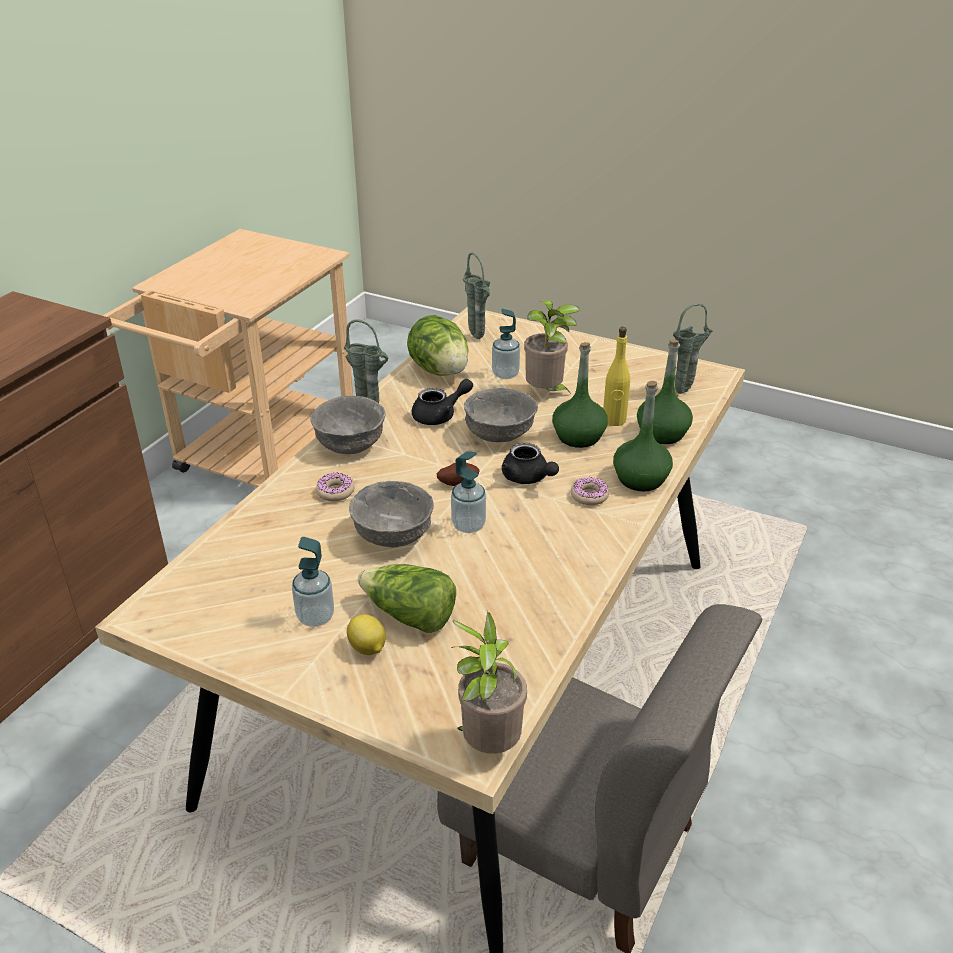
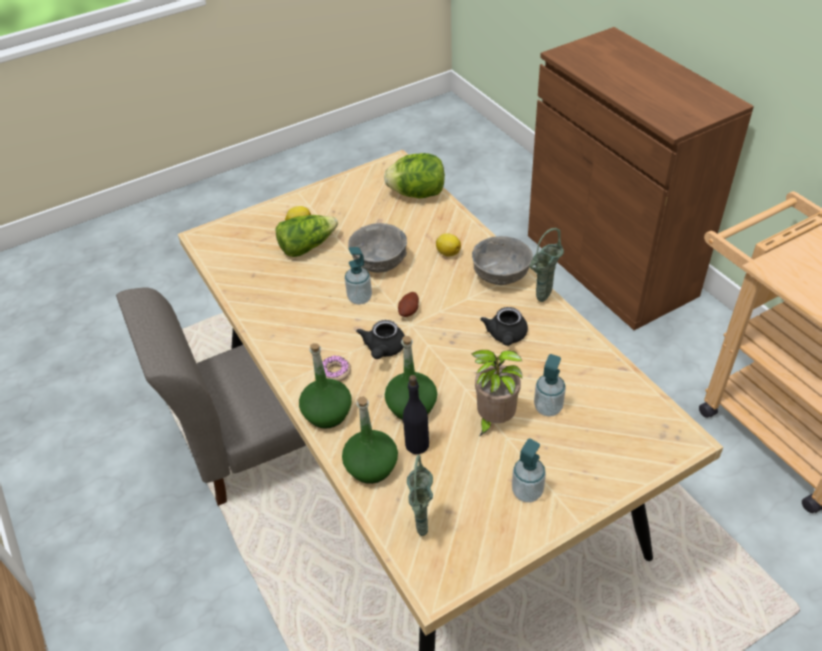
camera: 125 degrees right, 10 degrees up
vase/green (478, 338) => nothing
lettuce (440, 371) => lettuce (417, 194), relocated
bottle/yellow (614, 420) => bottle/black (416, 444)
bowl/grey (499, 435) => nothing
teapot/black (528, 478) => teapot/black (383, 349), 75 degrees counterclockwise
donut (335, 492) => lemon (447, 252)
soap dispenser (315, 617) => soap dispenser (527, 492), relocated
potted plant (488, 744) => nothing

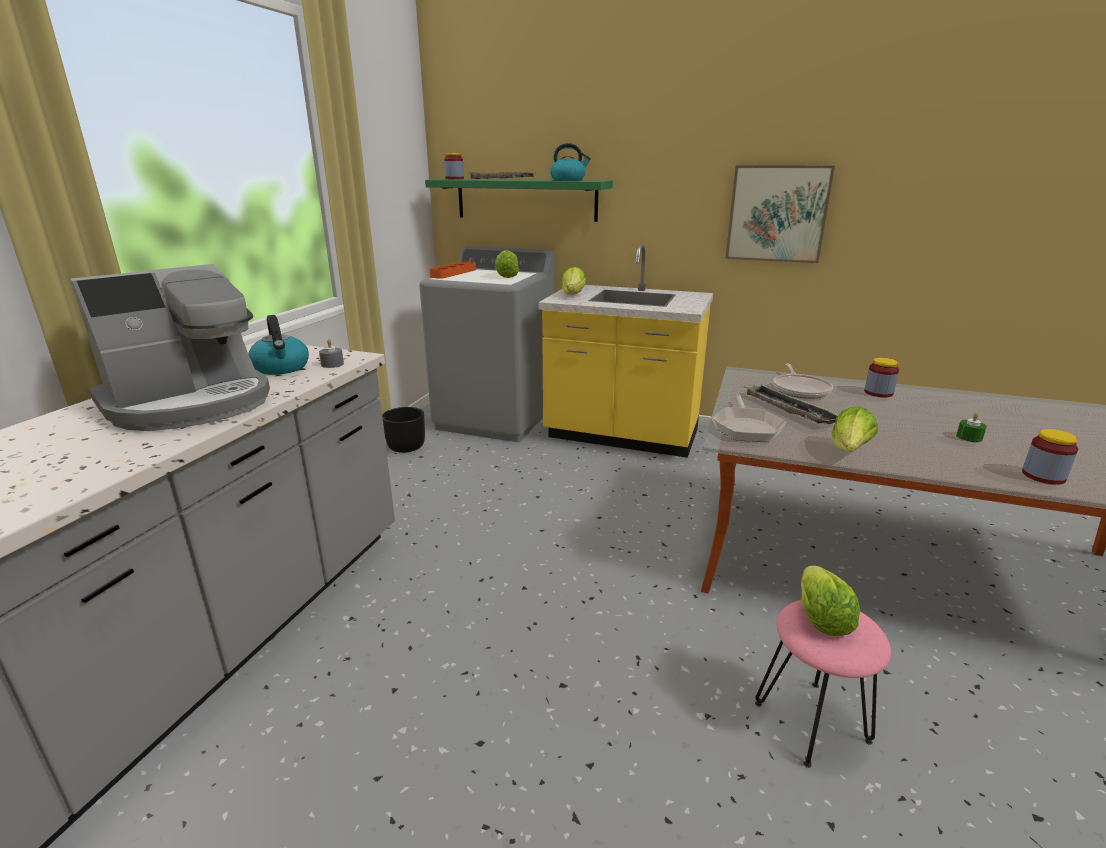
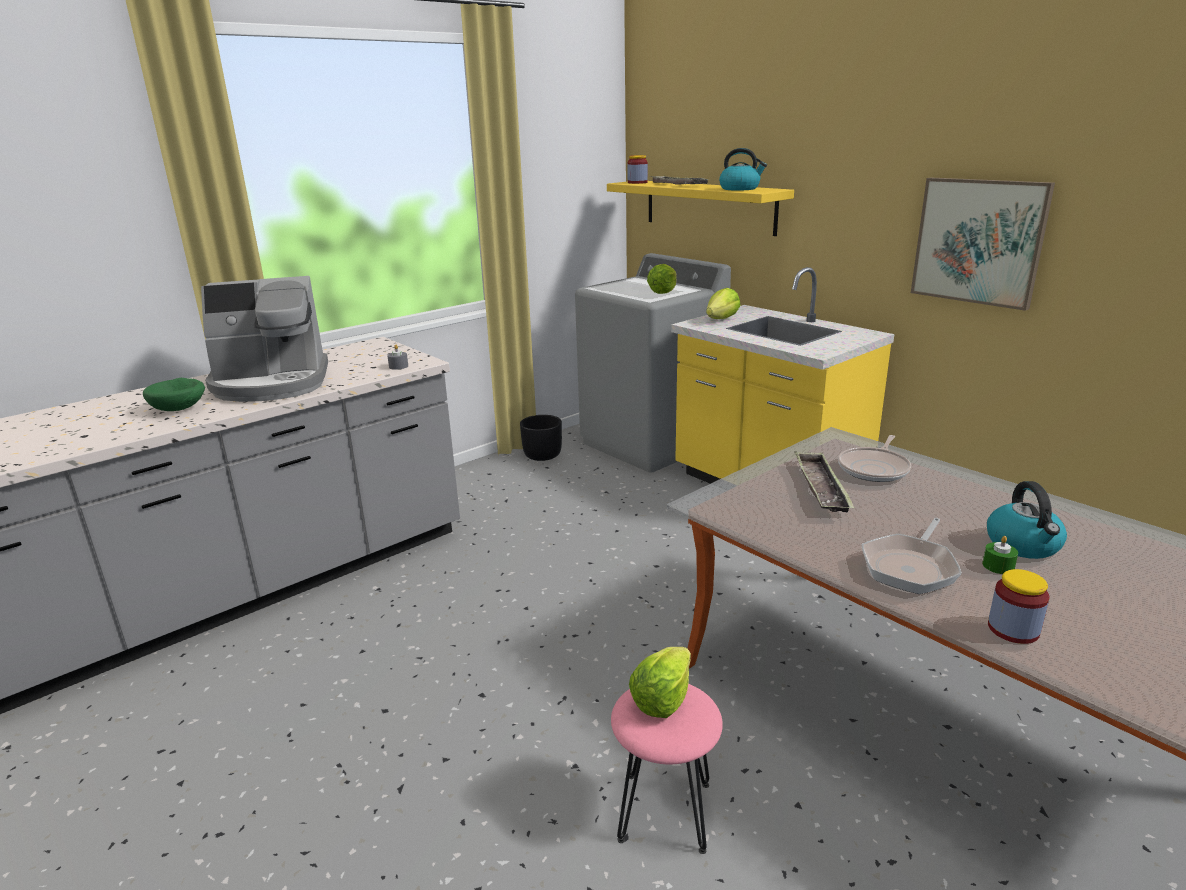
camera: 30 degrees right, 0 degrees up
shelf/green (526, 199) => shelf/yellow (709, 206)
tray/orange (453, 273) => nothing
kettle (281, 368) => kettle (1023, 545), relocated
jar (878, 393) => nothing
frying pan (746, 427) => frying pan (910, 567), relocated
lettuce (849, 450) => nothing
nothing => bowl/green (180, 409)

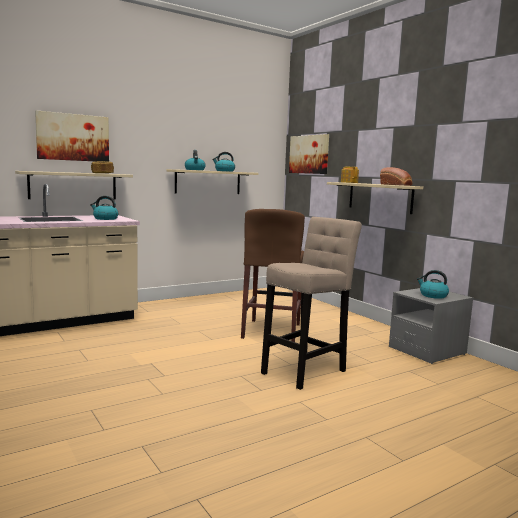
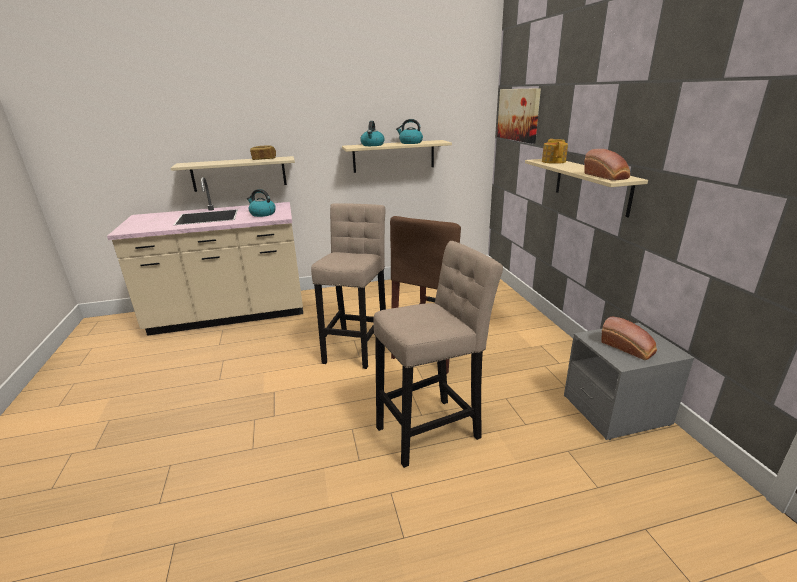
camera: 20 degrees right, 15 degrees up
picture (73, 137) => nothing
kettle (432, 295) => bread (628, 348)
nothing => stool/beige (357, 346)

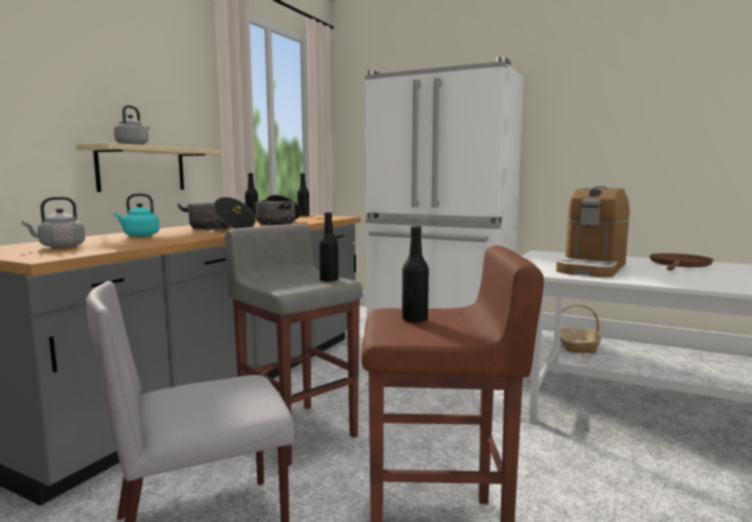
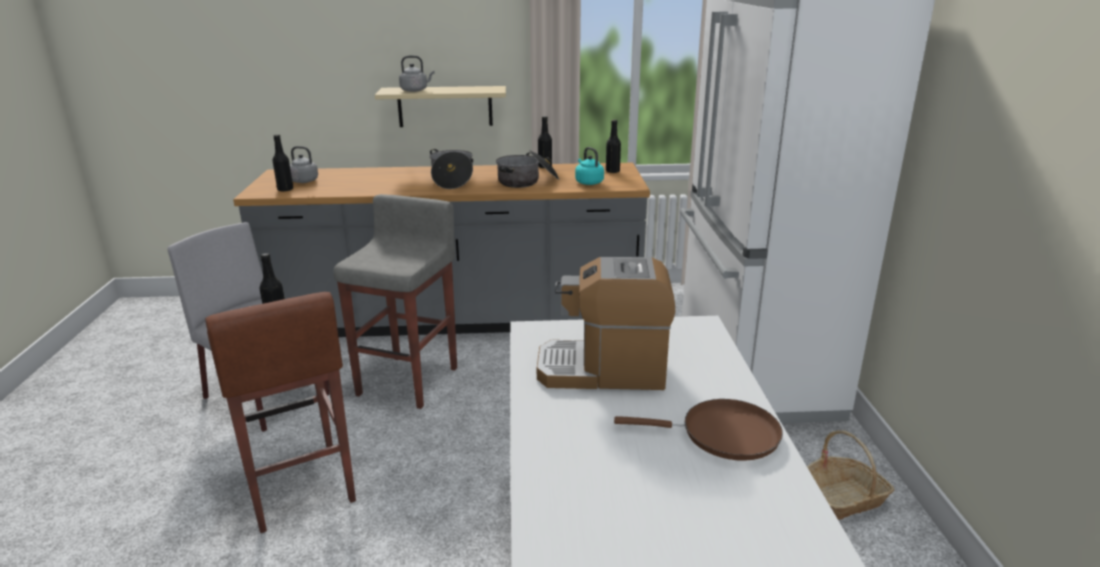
camera: 60 degrees right, 15 degrees up
kettle/turquoise (139, 235) => kettle/turquoise (588, 182), relocated
bottle/black (329, 280) => bottle/black (285, 190), relocated

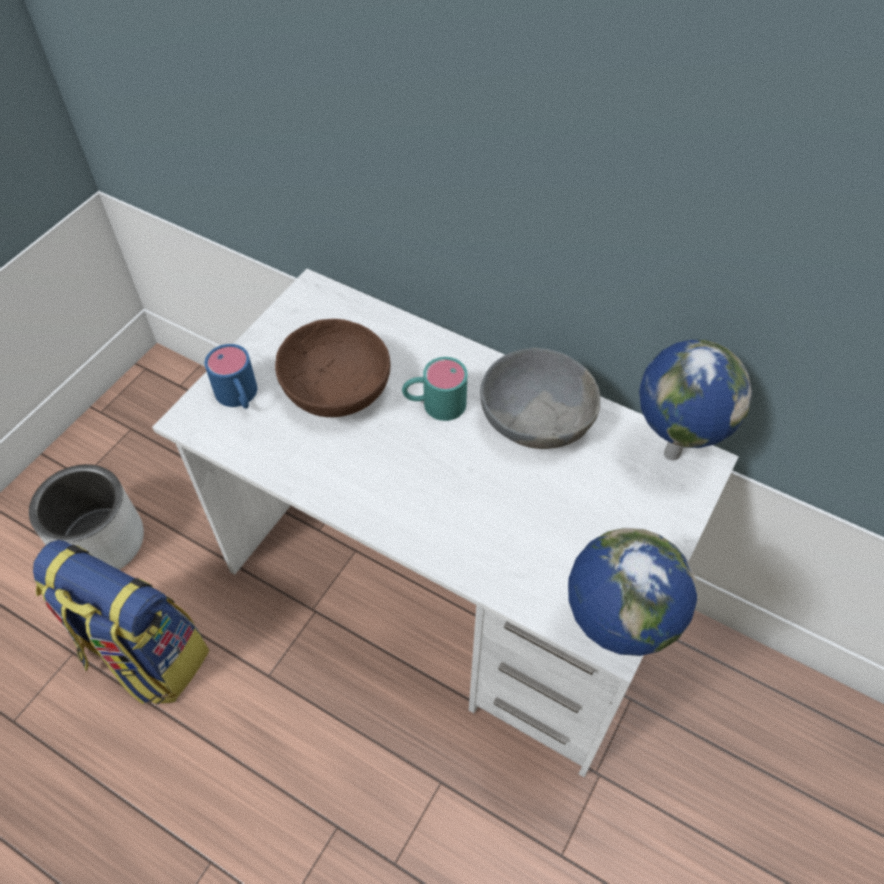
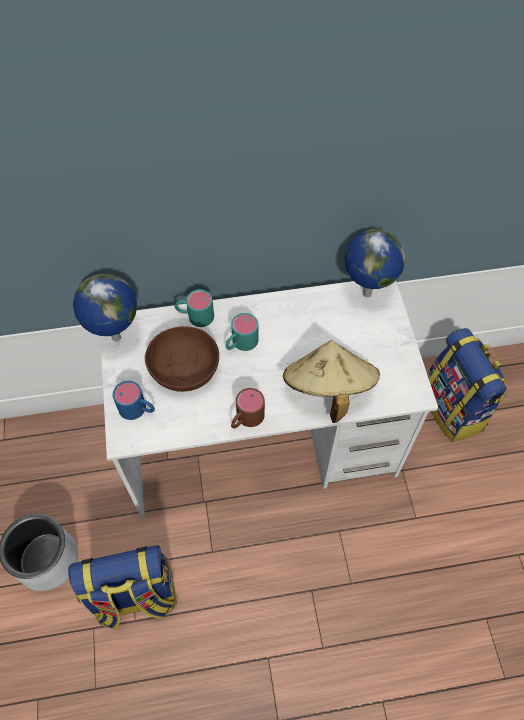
camera: 40 degrees left, 5 degrees up
bowl/grey (536, 419) => nothing
globe (609, 640) => globe (115, 338), relocated
nothing => mug/turquoise (195, 316)
nothing => backpack (453, 409)
nothing => hat/beige (328, 390)
nothing => mug/brown (246, 419)

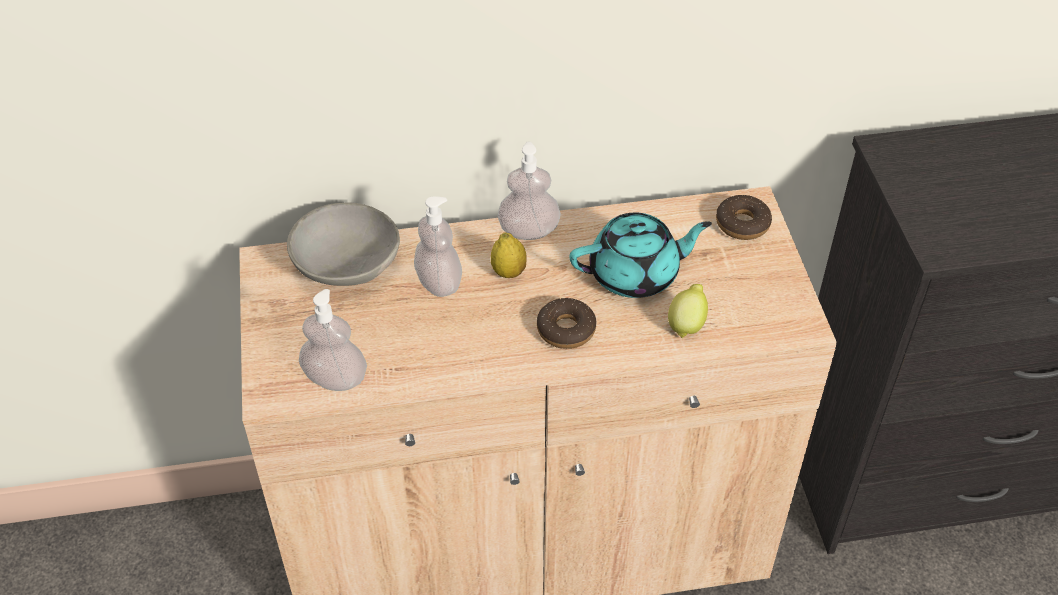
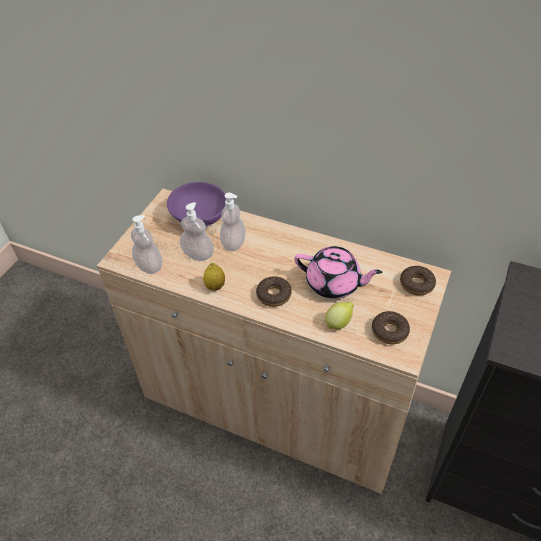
camera: 35 degrees right, 0 degrees up
soap dispenser (529, 231) => soap dispenser (198, 254), relocated
bowl/grey (347, 265) => bowl/purple (200, 216)
teapot/turquoise (636, 274) => teapot/pink (334, 284)
lemon (508, 272) => lemon (215, 286), relocated
nothing => donut (389, 331)

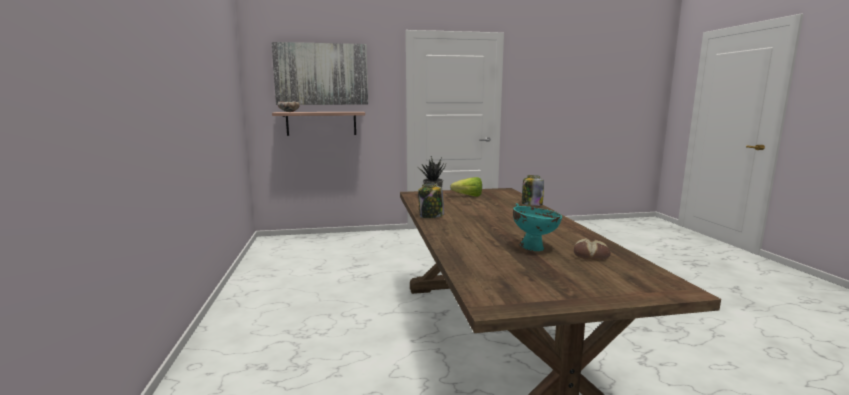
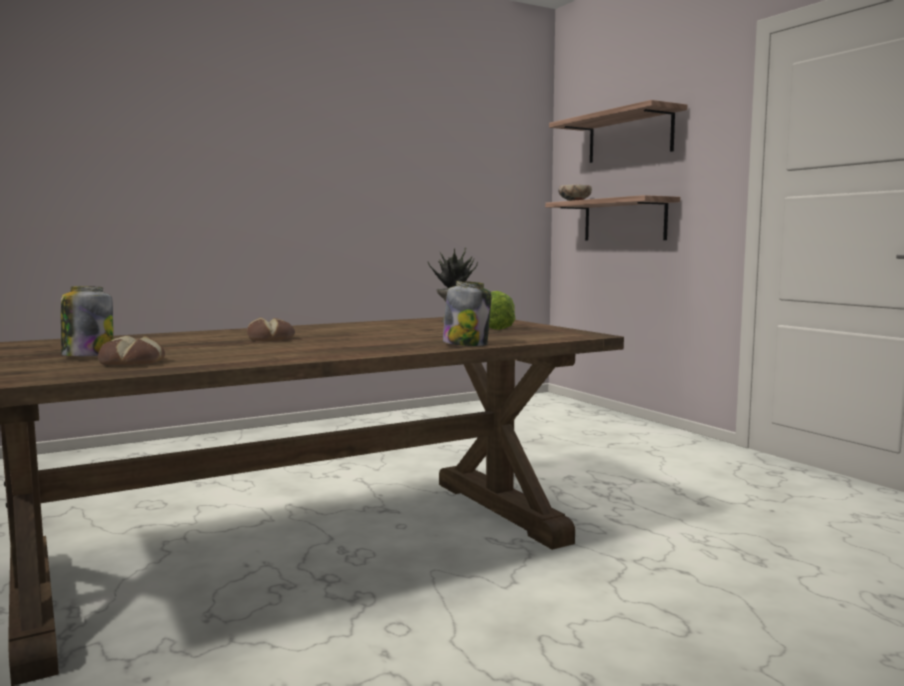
camera: 70 degrees right, 5 degrees down
picture (321, 74) => shelf (629, 136)
jar (431, 216) => jar (88, 356), relocated
bowl/turquoise (534, 248) => nothing
nothing => bread (271, 338)

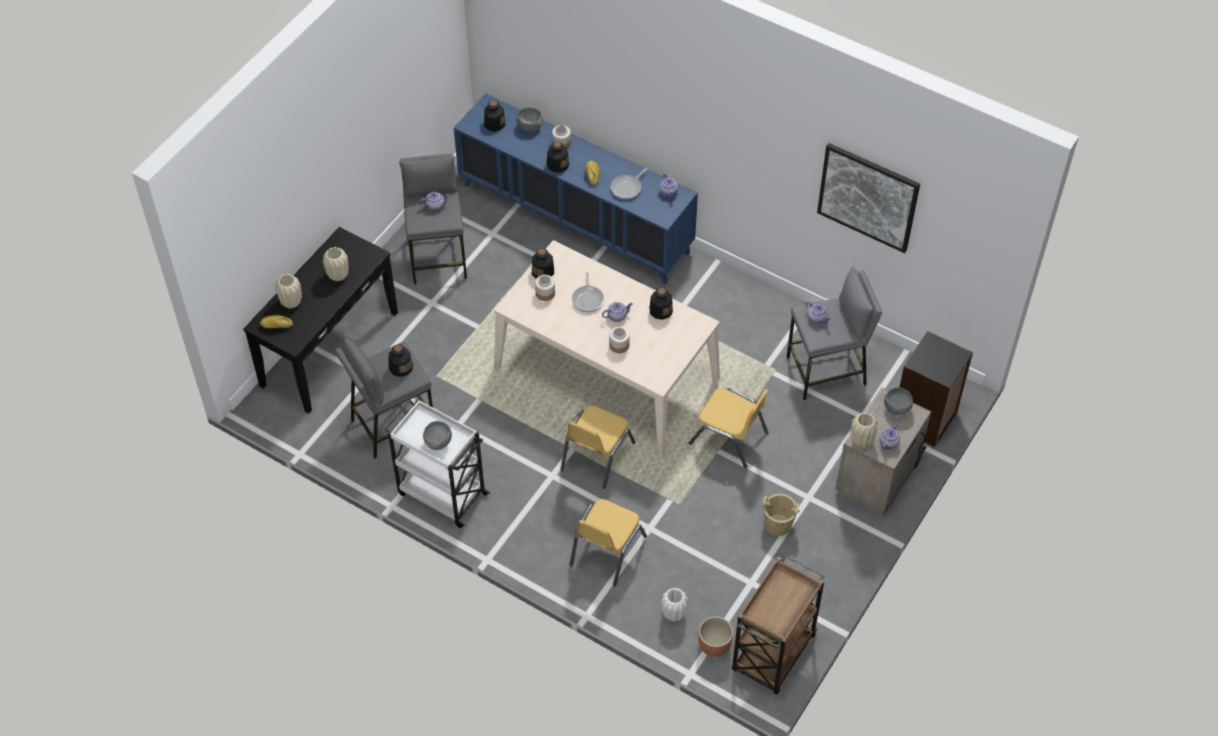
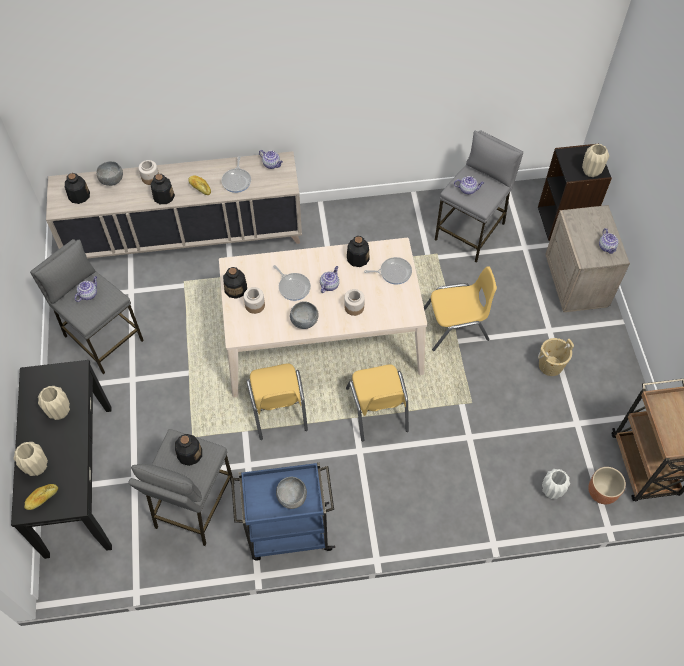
camera: 40 degrees left, 5 degrees up
cabinet/blue (575, 218) => cabinet/beige (185, 237)
picture (868, 197) => nothing
bowl/grey (896, 408) => bowl/grey (304, 322), relocated
cart/white (441, 493) => cart/blue (288, 532)
vase/beige (861, 441) => vase/beige (591, 172), relocated
chair/yellow (607, 551) => chair/yellow (278, 408), relocated
nothing => frying pan (393, 272)

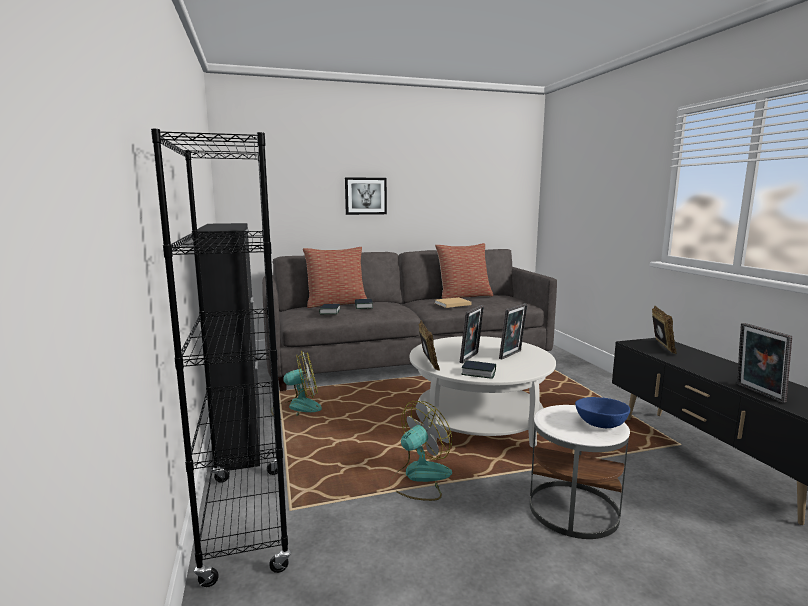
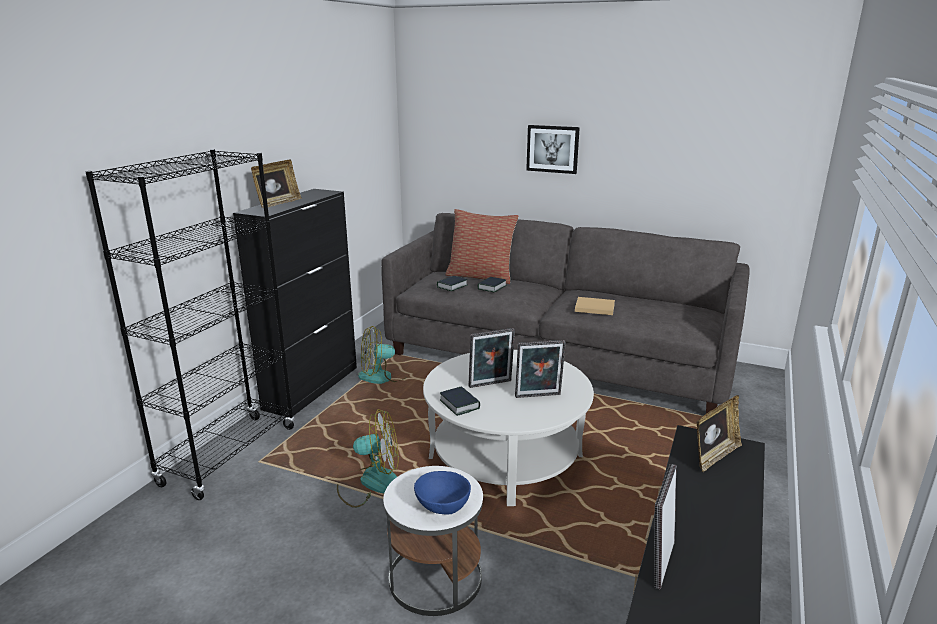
camera: 40 degrees right, 10 degrees up
pillow (463, 296) => nothing
picture frame (428, 363) => picture frame (278, 203), relocated
fan (297, 408) => fan (383, 377), 135 degrees clockwise

